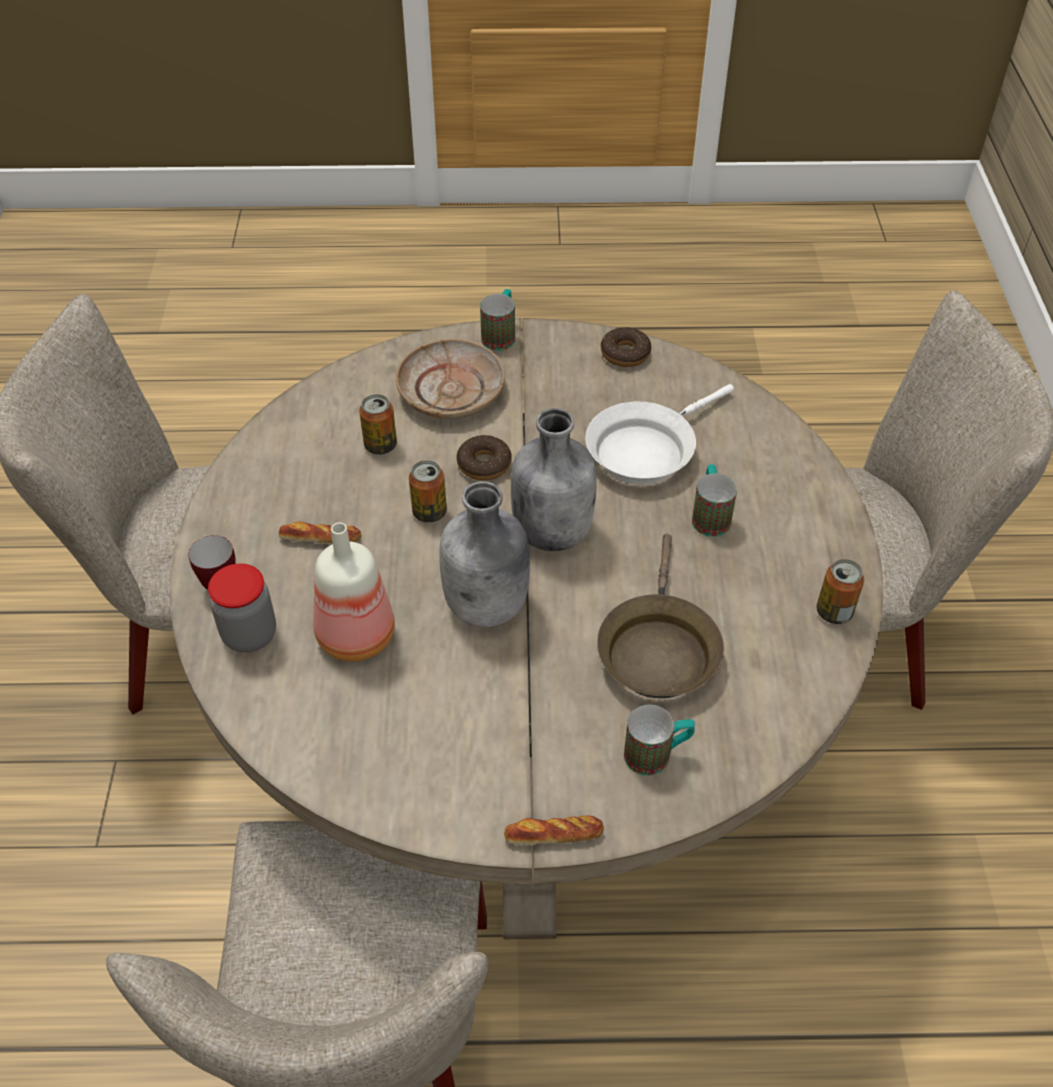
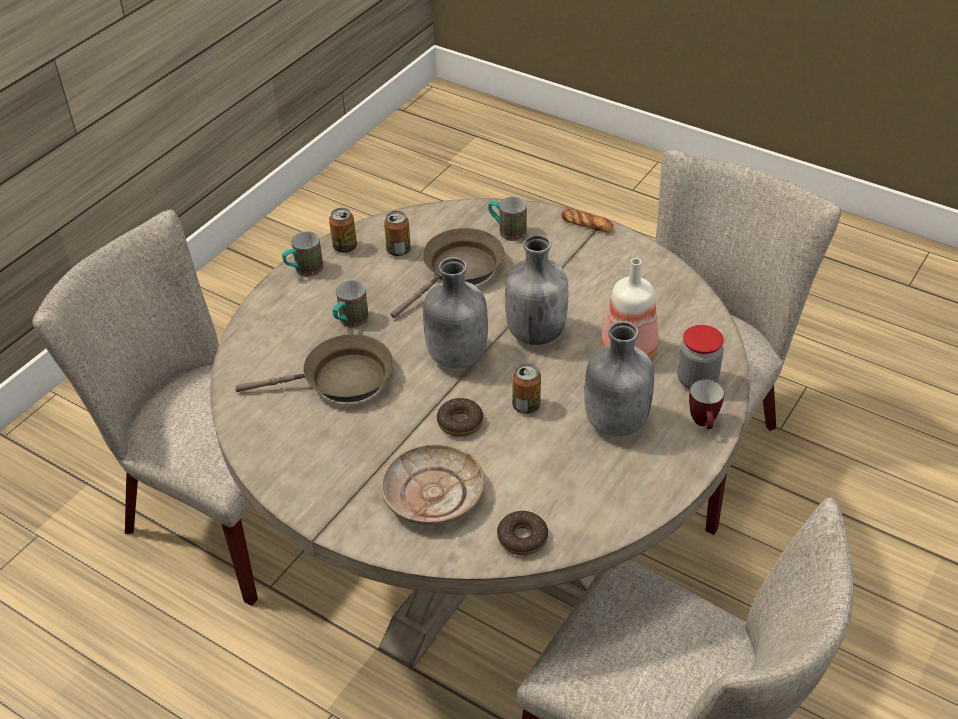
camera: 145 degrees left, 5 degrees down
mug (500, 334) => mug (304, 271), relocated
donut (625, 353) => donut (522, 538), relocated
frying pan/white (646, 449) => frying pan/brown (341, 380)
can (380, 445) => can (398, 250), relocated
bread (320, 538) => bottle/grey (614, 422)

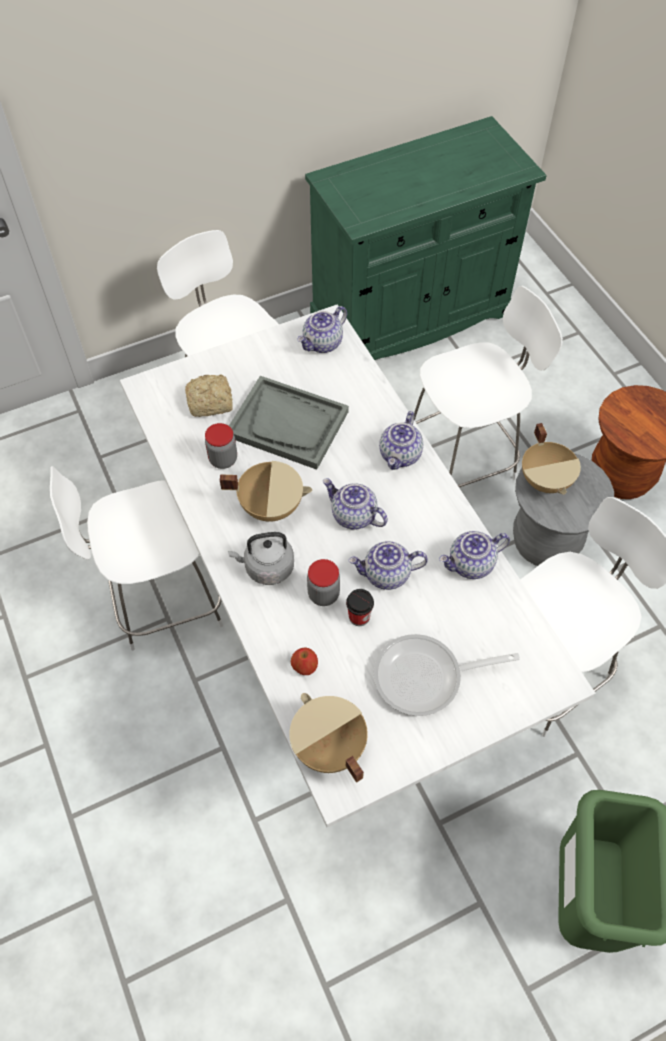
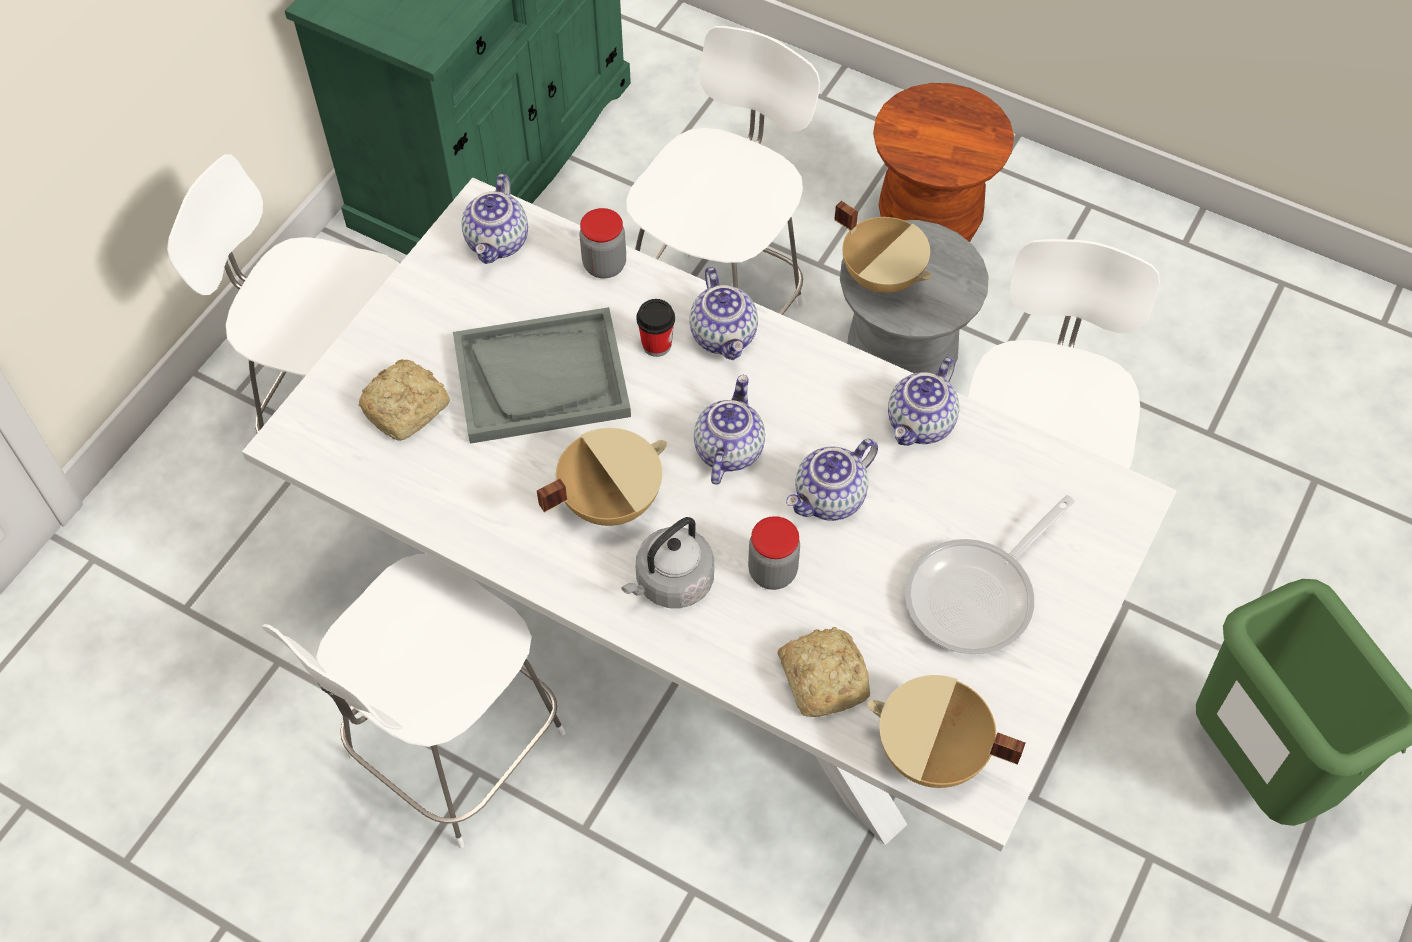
camera: 35 degrees left, 0 degrees up
jar (223, 459) => jar (604, 265), relocated
teapot (353, 516) => teapot (728, 449), 105 degrees clockwise
cup (359, 616) => cup (656, 344), relocated
apple (305, 667) => bread (824, 676)

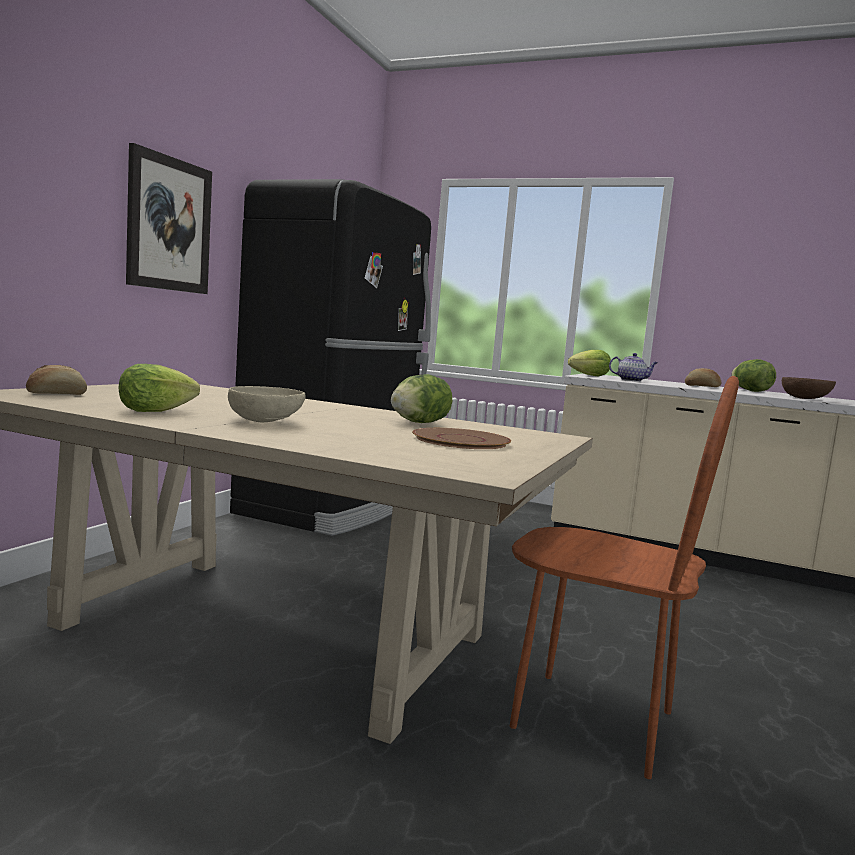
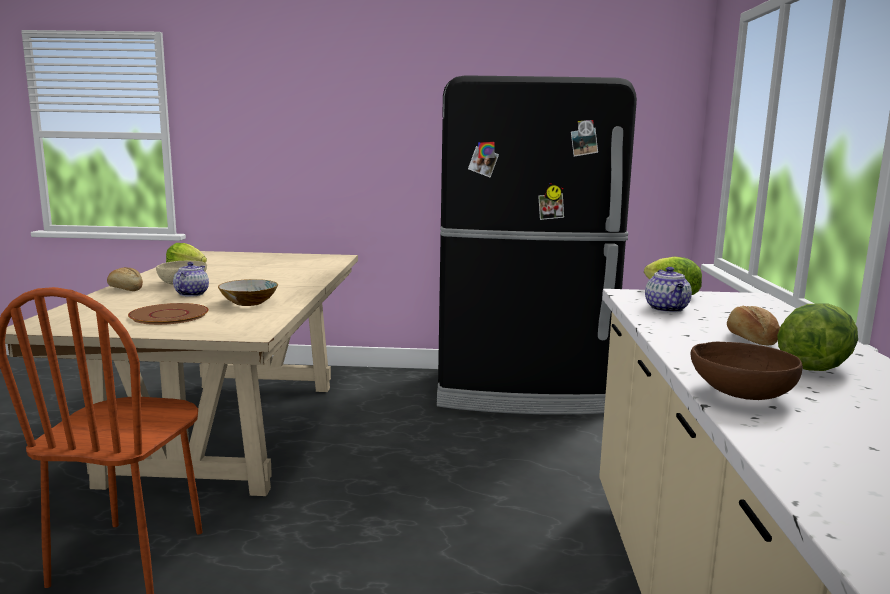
camera: 70 degrees right, 5 degrees up
picture (169, 224) => nothing
bread (56, 394) => bread (125, 289), relocated
lettuce (419, 423) => bowl (249, 303)
nothing => teapot (192, 294)

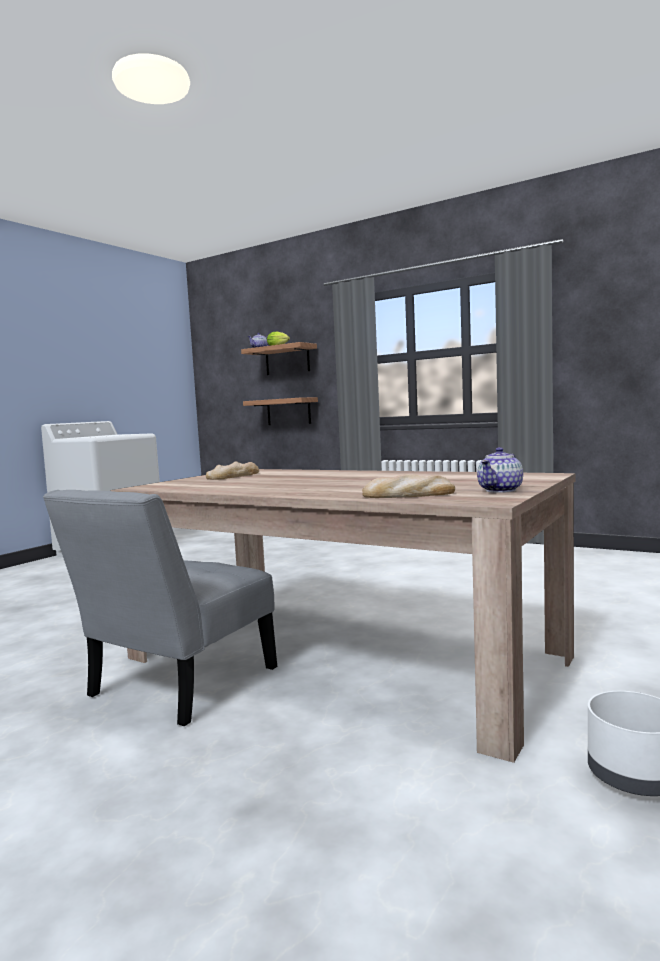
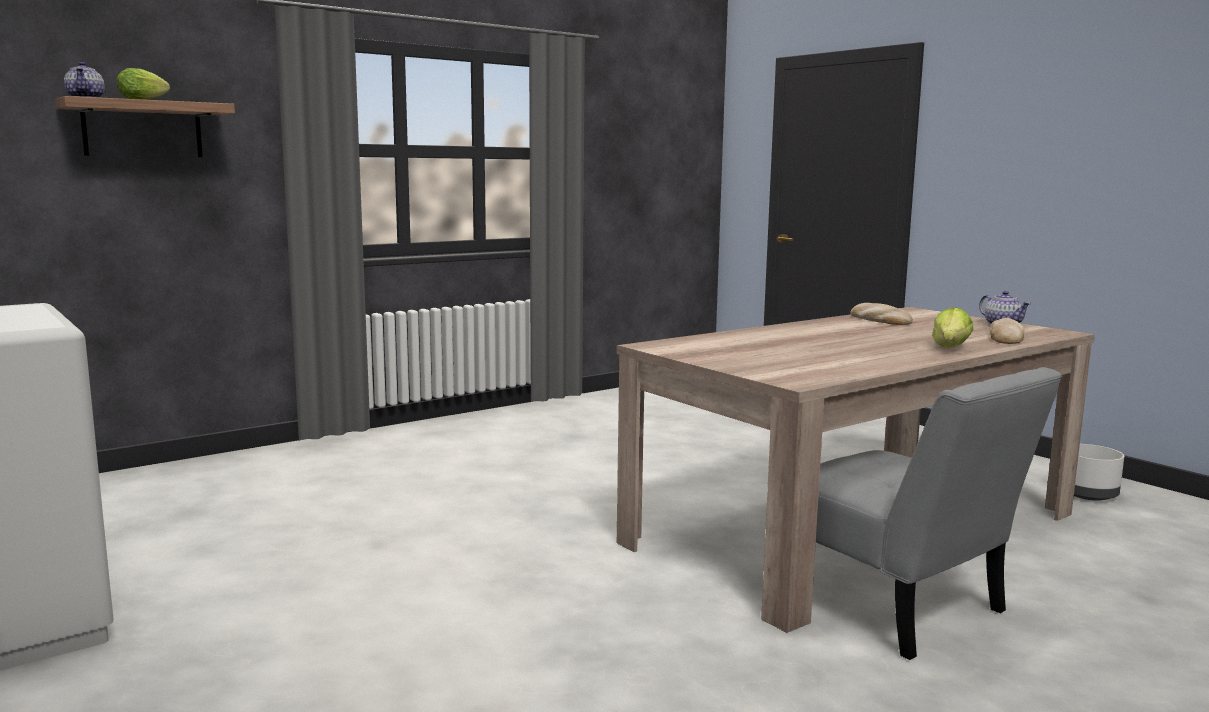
camera: 70 degrees left, 5 degrees up
shelf (288, 411) => nothing
bread (233, 476) => bread (879, 320), relocated
nothing => lettuce (950, 348)

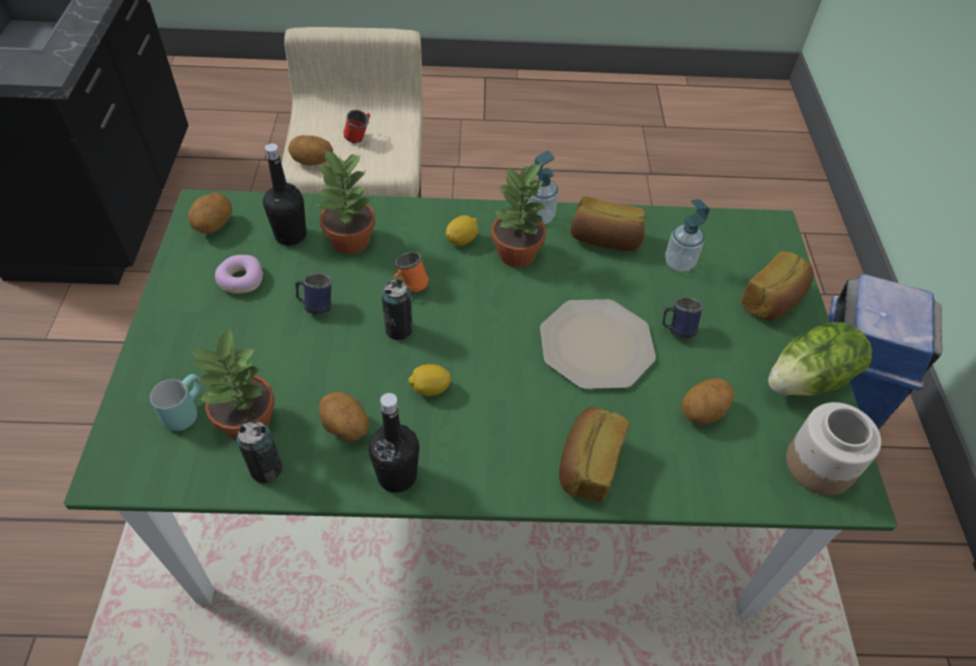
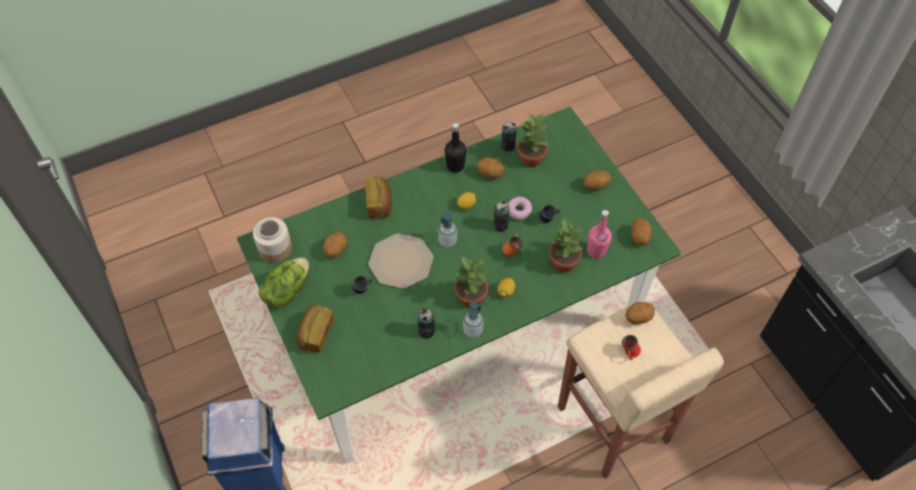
camera: 155 degrees right, 5 degrees up
bottle/black (290, 235) => bottle/pink (596, 251)
bread (605, 240) => can (426, 331)
soap dispenser (679, 263) => soap dispenser (447, 241), relocated
donut (240, 280) => donut (519, 211), relocated
mug/turquoise (184, 410) => nothing
nothing => potato (595, 186)

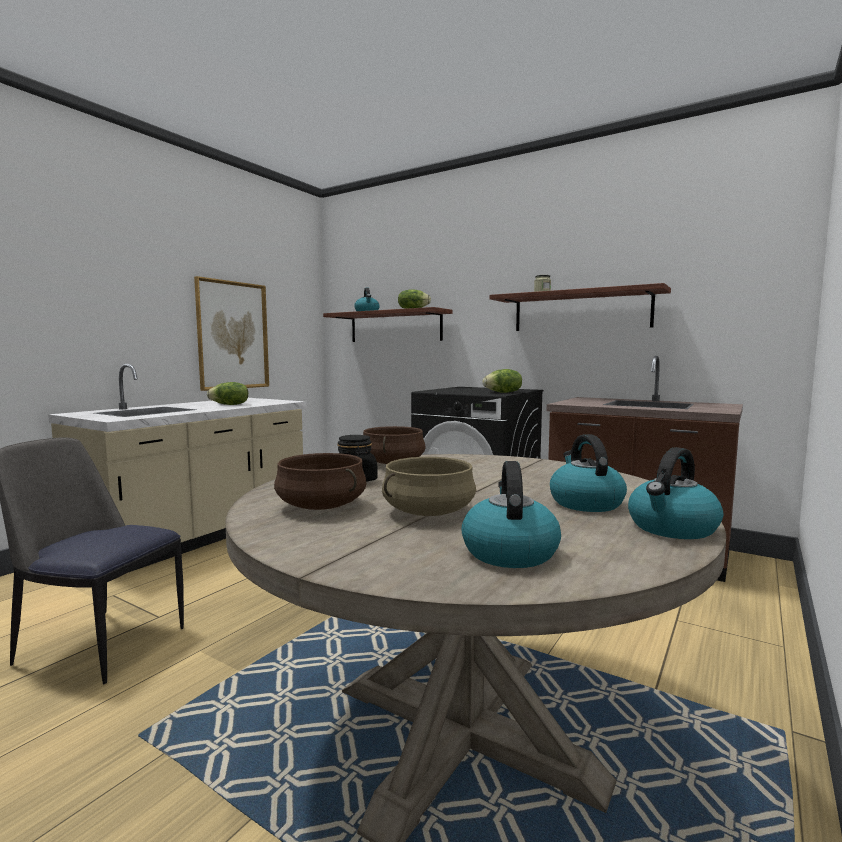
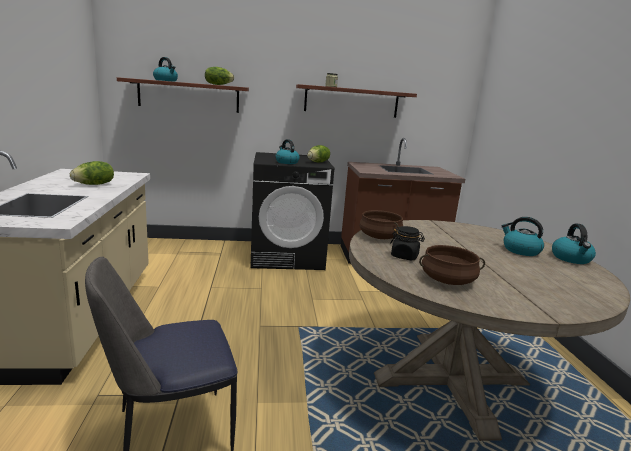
camera: 40 degrees left, 10 degrees up
picture (232, 335) => nothing
cooking pot/beige (428, 512) => nothing
kettle (509, 552) => kettle (286, 162), relocated

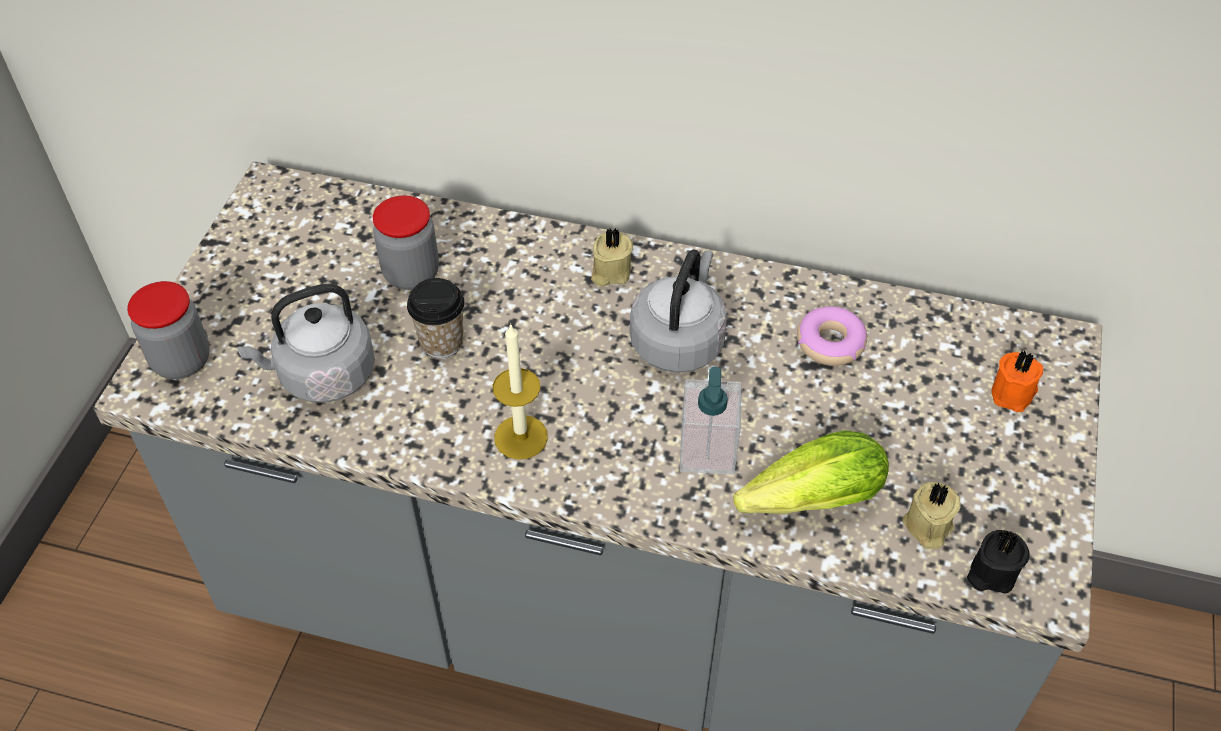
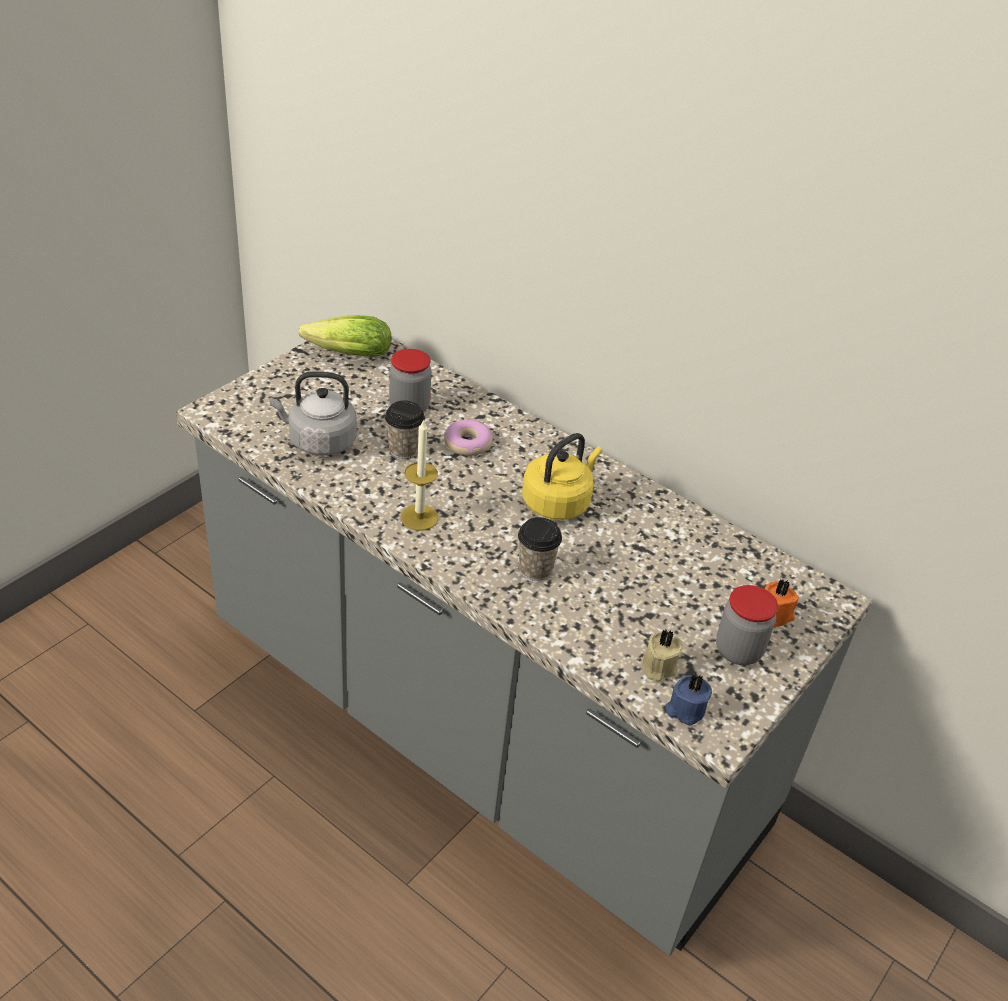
camera: 20 degrees right, 10 degrees down
candle/beige (610, 272) => nothing
kettle/grey (679, 340) => kettle/yellow (558, 502)
jar (181, 361) => jar (738, 651), relocated
donut (830, 343) => donut (468, 444), relocated
soap dispenser (707, 451) => cup (535, 569)
lettuce (804, 501) => lettuce (345, 354), relocated
candle/black (991, 572) => candle/blue (685, 709)

